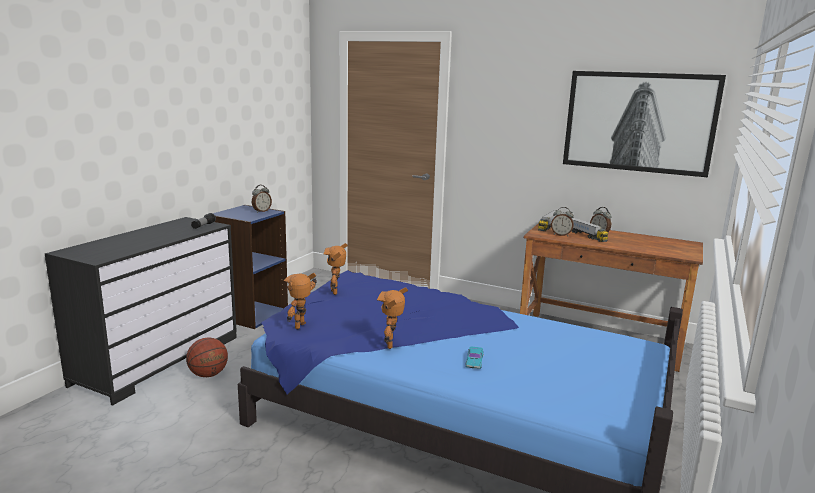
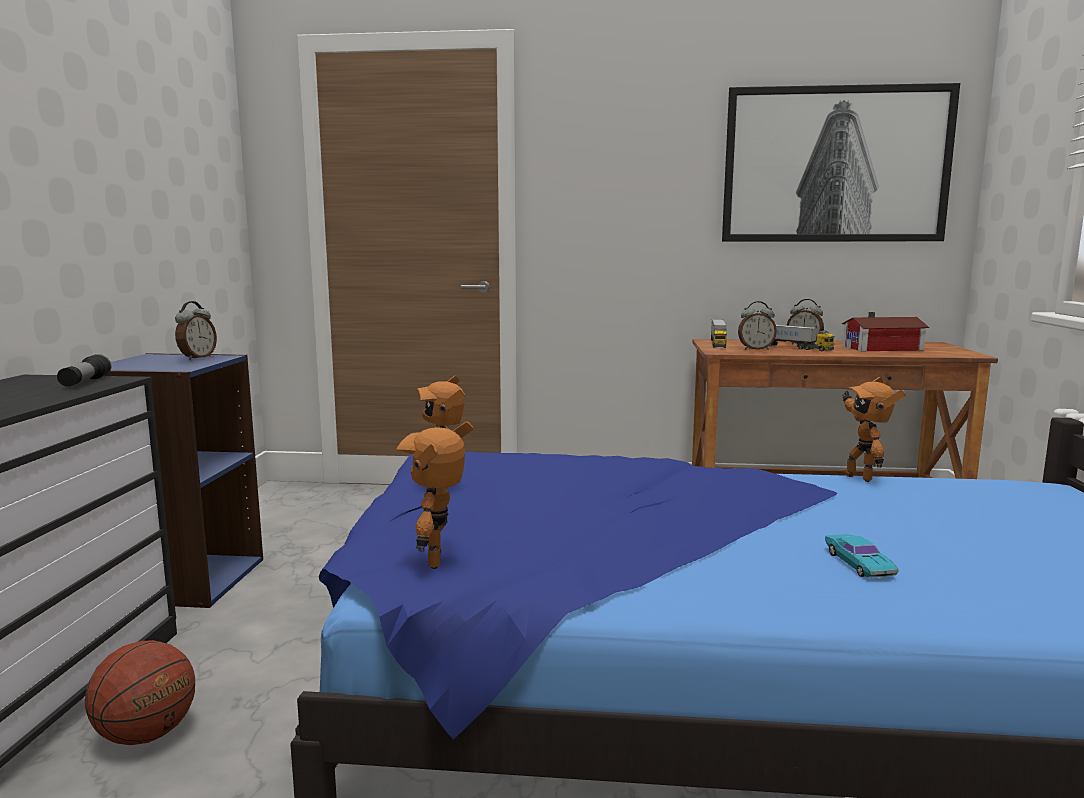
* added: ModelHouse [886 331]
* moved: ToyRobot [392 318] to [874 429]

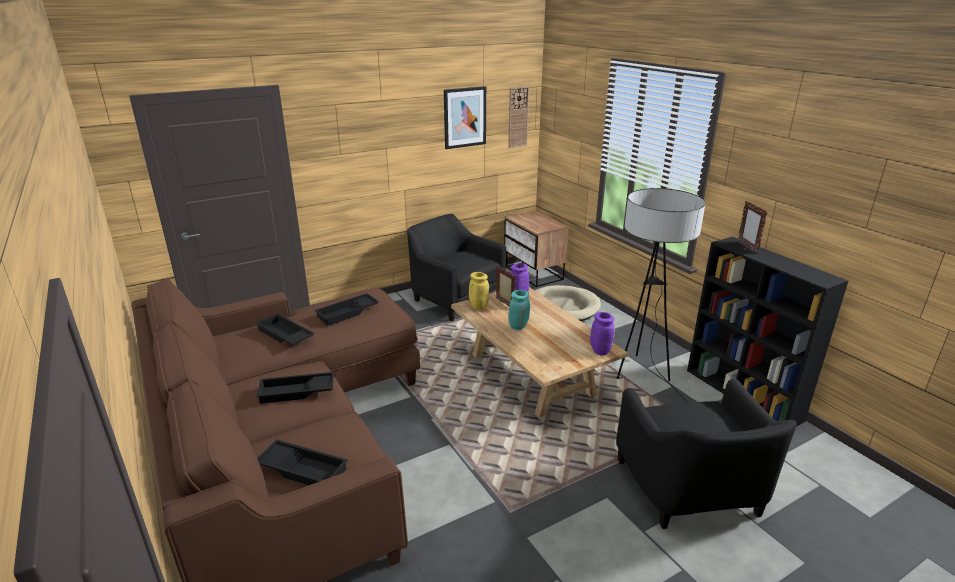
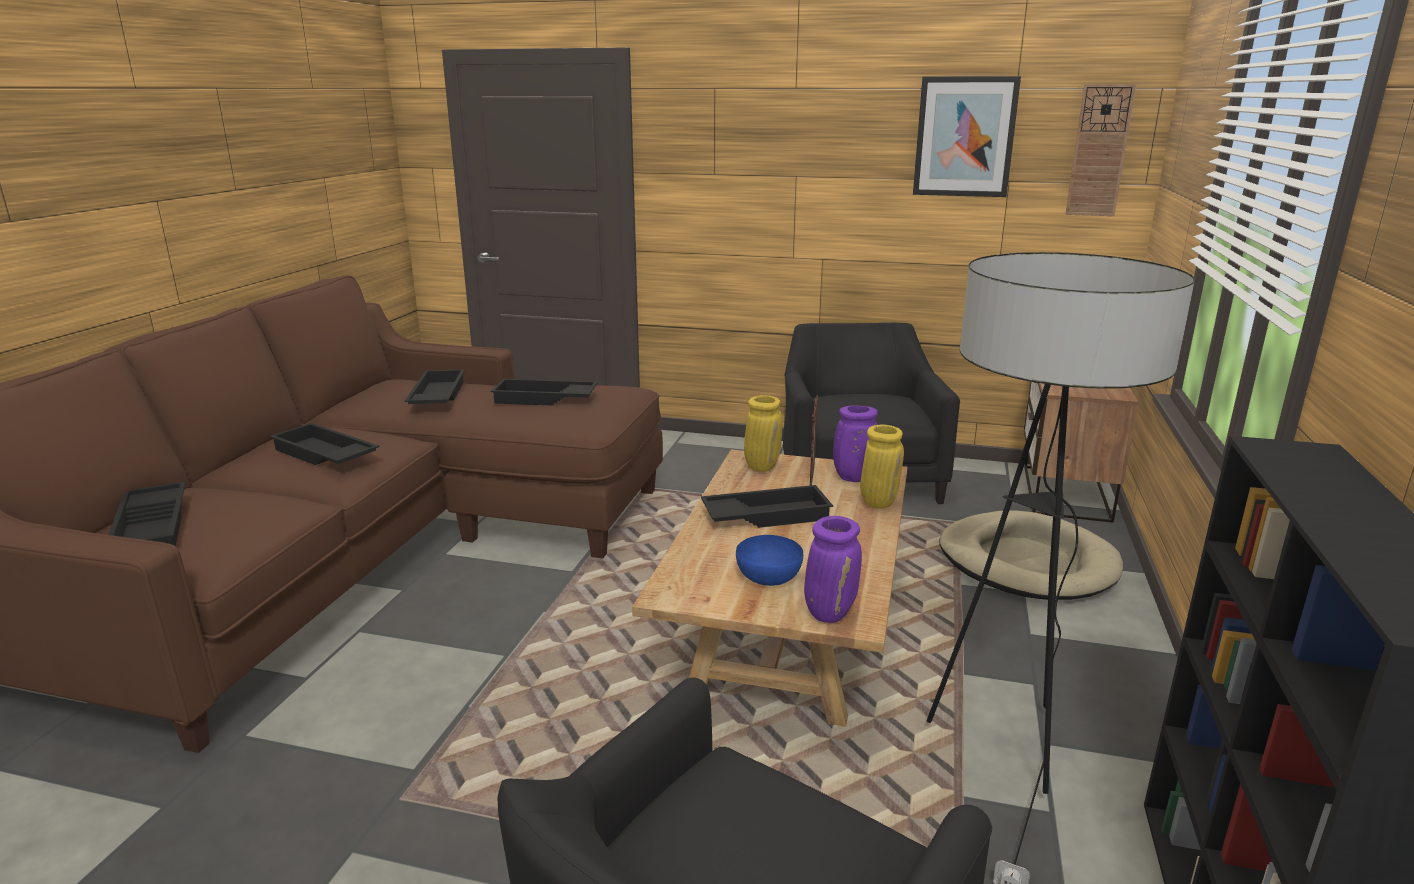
* removed: PictureFrame [752 227]
* added: BluishServingBowl [769 560]
* added: YellowColouredFlowerVase [882 467]
* replaced: TurquoiseColouredFlowerVase [519 310] to BlackColouredTray [767 506]

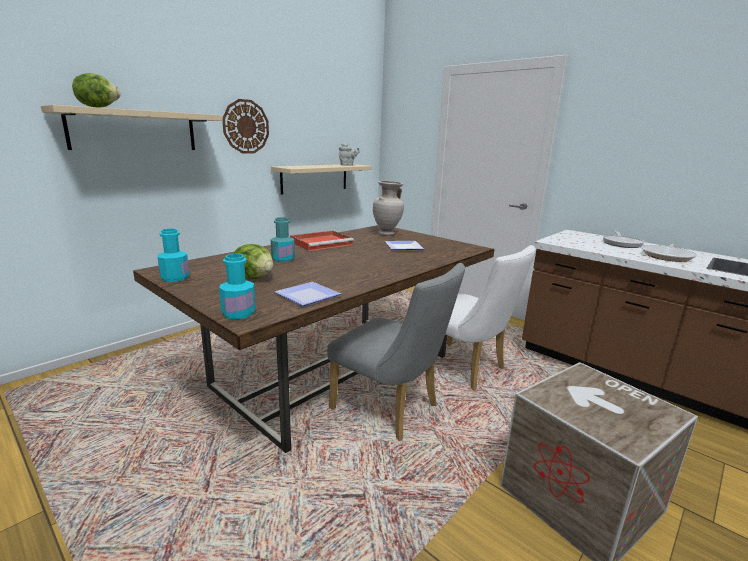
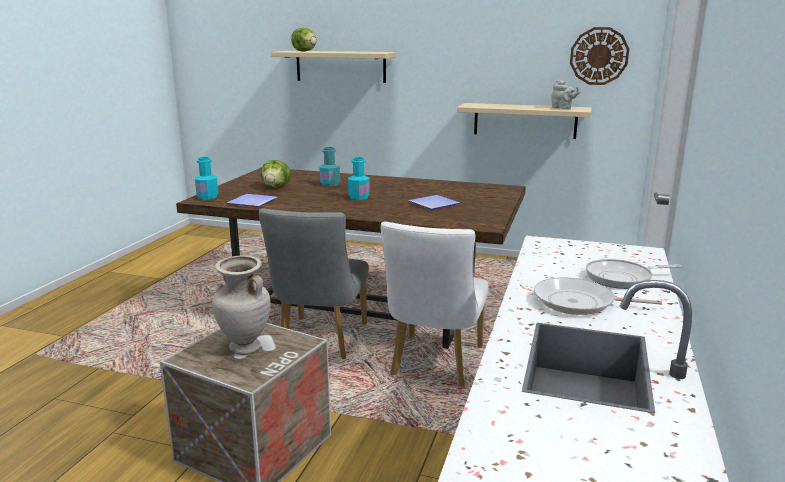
* removed: RedTray [322 241]
* moved: TurquoiseColouredDrinkBottle [173 255] to [359 178]
* moved: WallClock [246 126] to [599 56]
* moved: SandColouredFlowerVase [388 208] to [241 305]

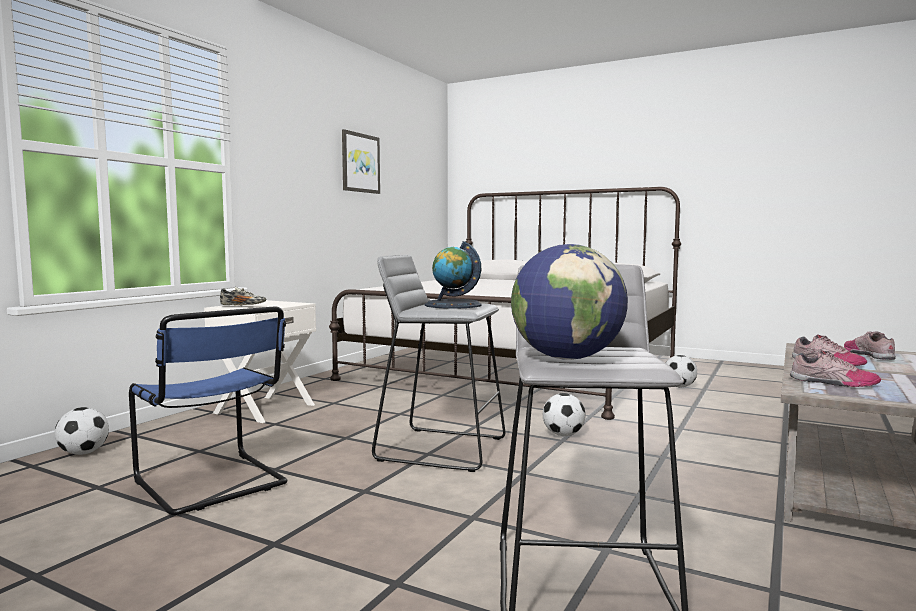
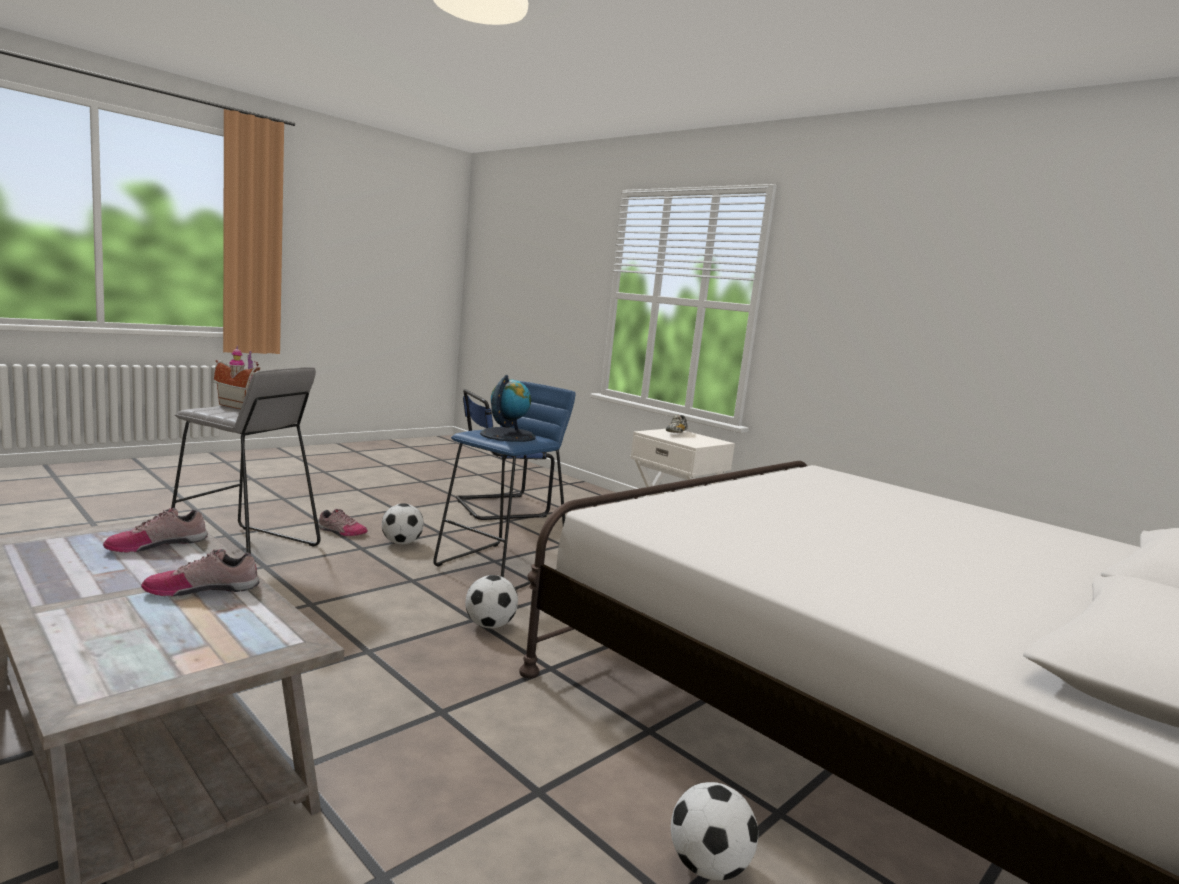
* removed: Picture [361 161]
* moved: Football [82 431] to [403 524]
* moved: ItemOfFootwear [870 345] to [343 522]
* replaced: WorldGlobe [569 302] to ModelHouse [236 377]
* recoloured: GreyishSittingStool [439 363] to BluishSittingStool [504 485]

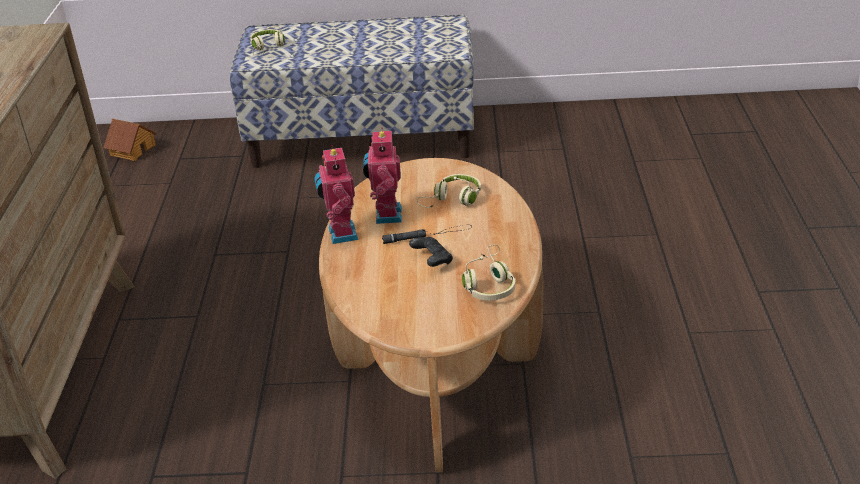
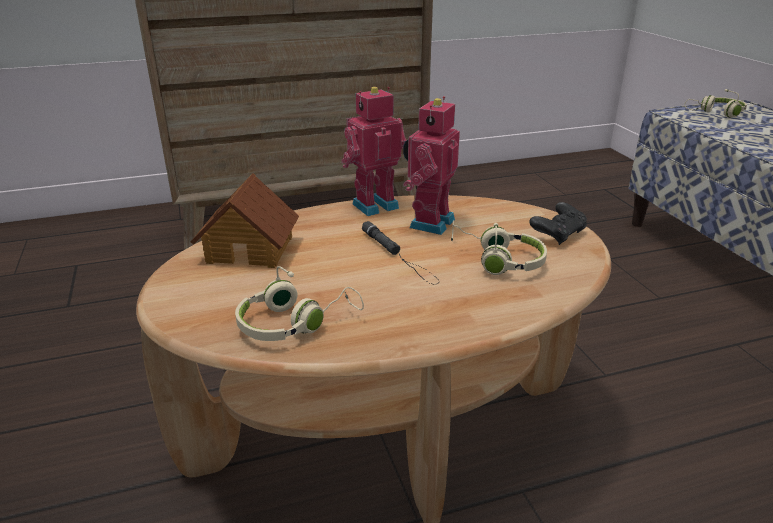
* moved: ModelHouse [130 140] to [245 220]
* moved: BlackColouredGameController [431 252] to [558 223]
* turned: ToyRobot [382 175] = [431 165] 45 degrees counterclockwise

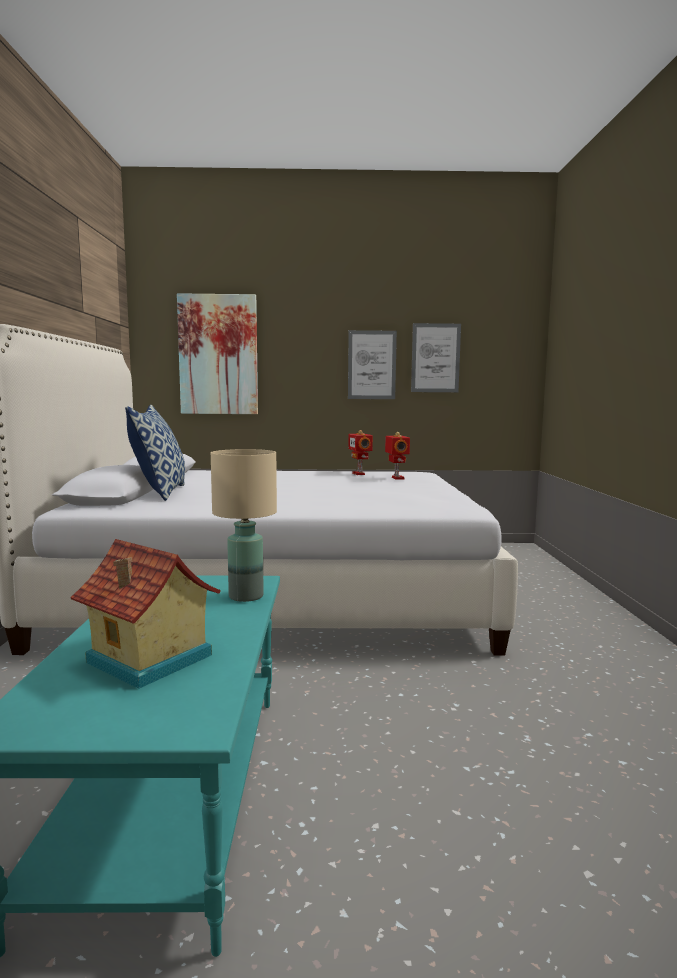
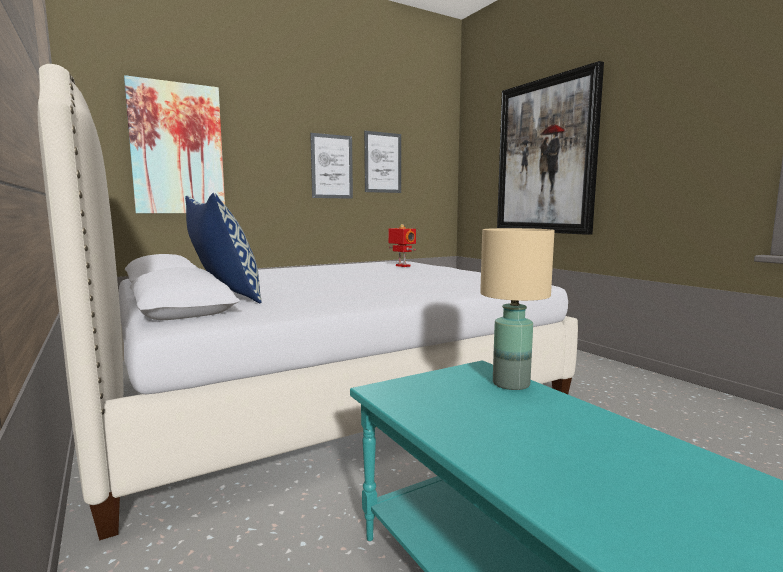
* removed: ModelHouse [145 614]
* removed: ToyRobot [360 452]
* added: Picture [550 148]

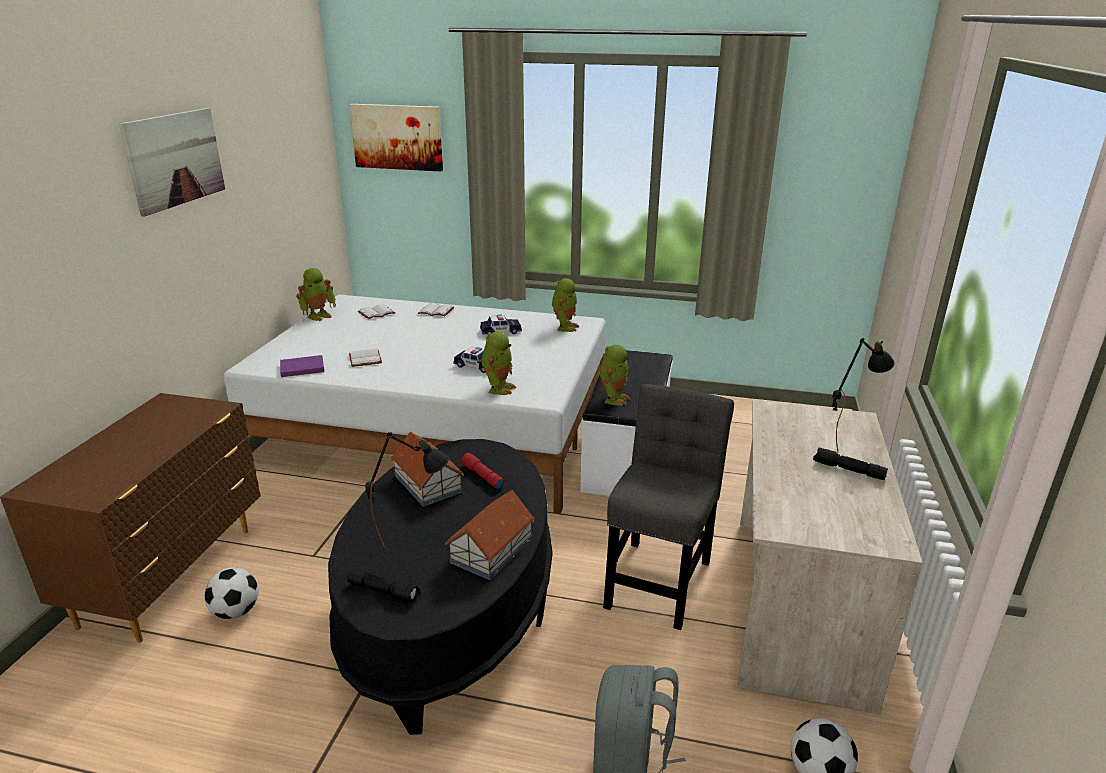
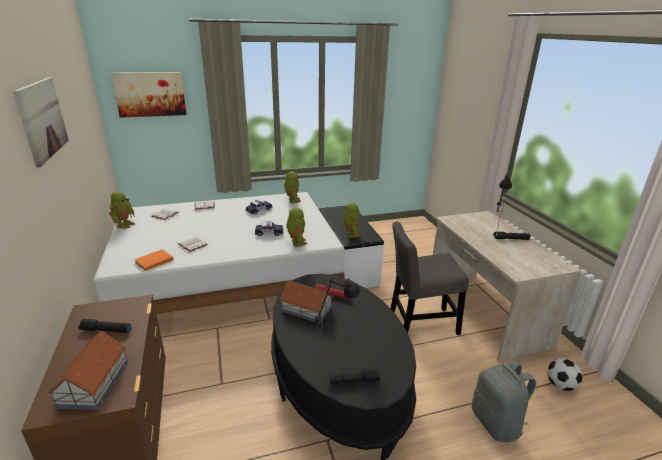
* removed: Football [231 593]
* added: BlackColouredFlashlight [104 326]
* moved: ModelHouse [490 535] to [87 370]
* recoloured: PurpleBoundBook [302 366] to OrangeyBoundBook [154 260]
* turned: GreyishPlainChair [668 507] = [430 278] 90 degrees counterclockwise

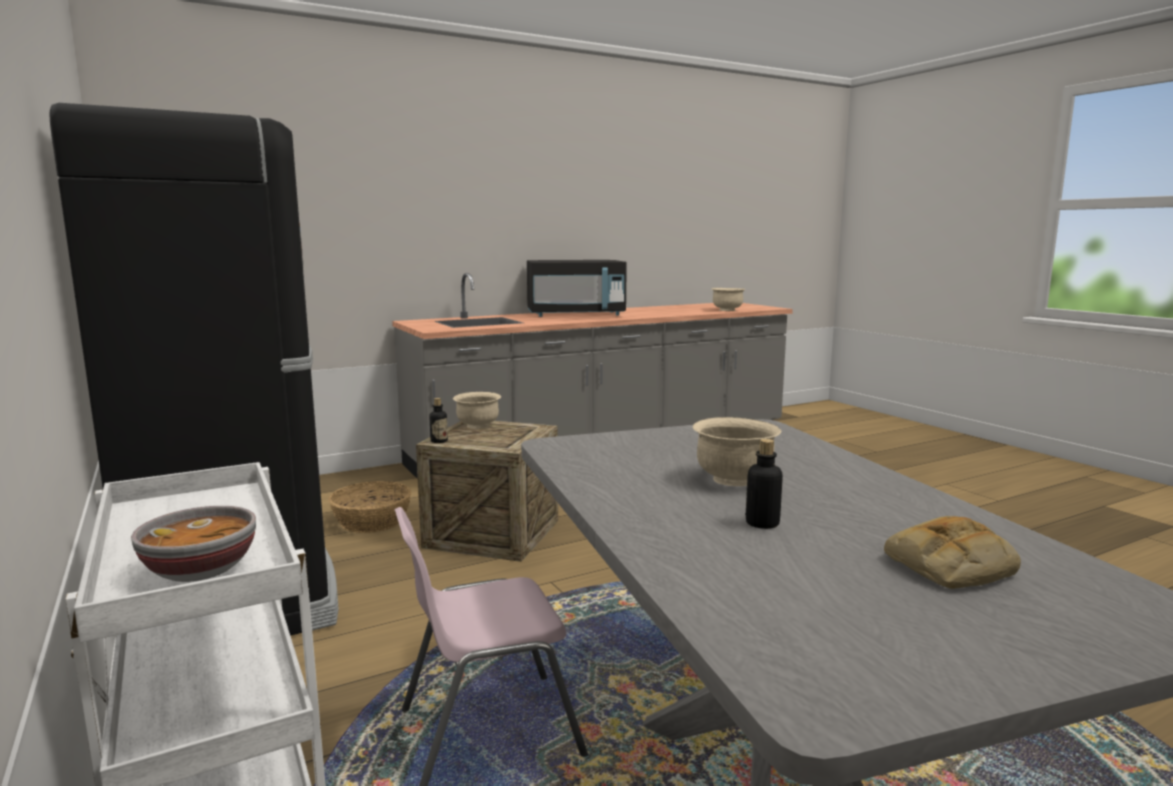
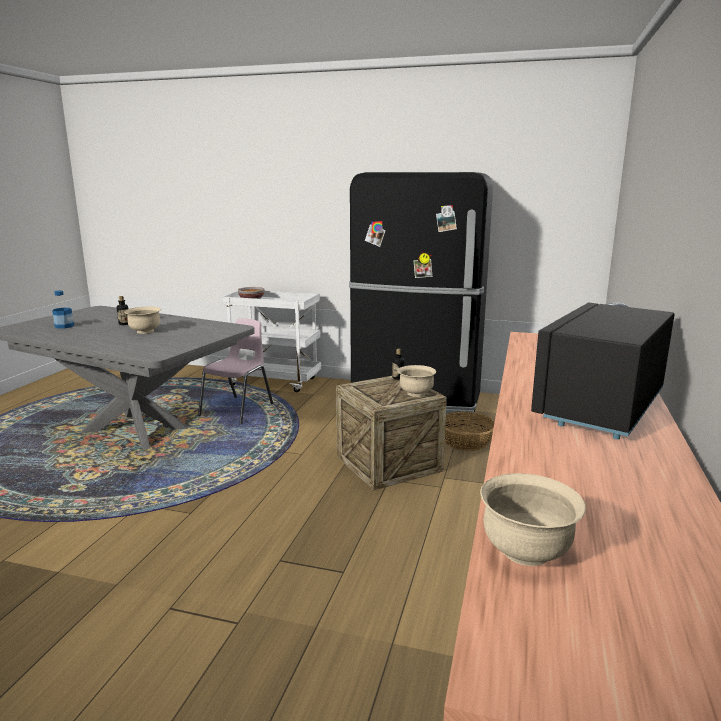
* replaced: BakeryBread [952 552] to DrinkBottle [63 309]

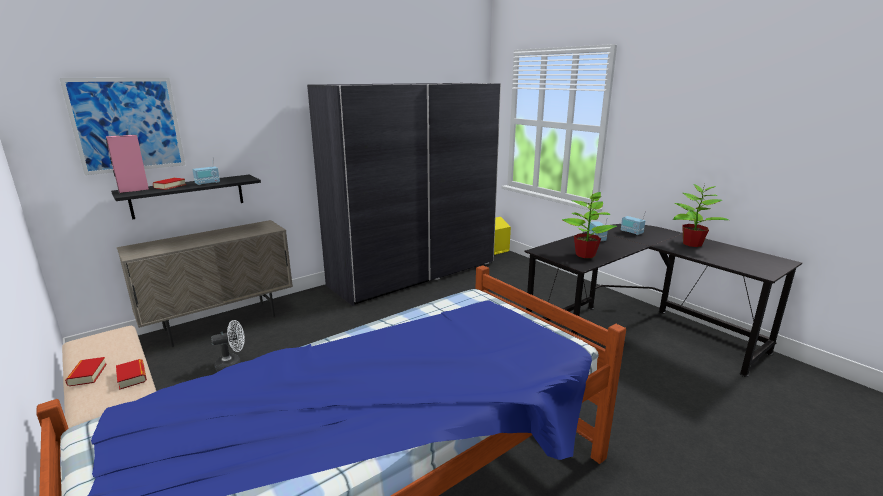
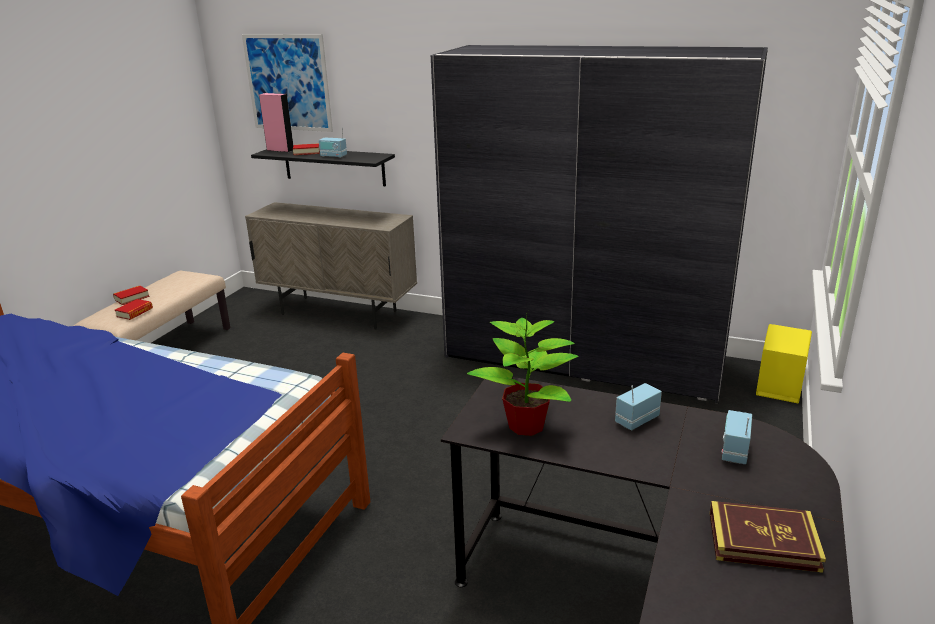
* removed: WhiteColouredElectricFan [228 346]
* replaced: Houseplant [701 215] to BoundBook [768 537]

